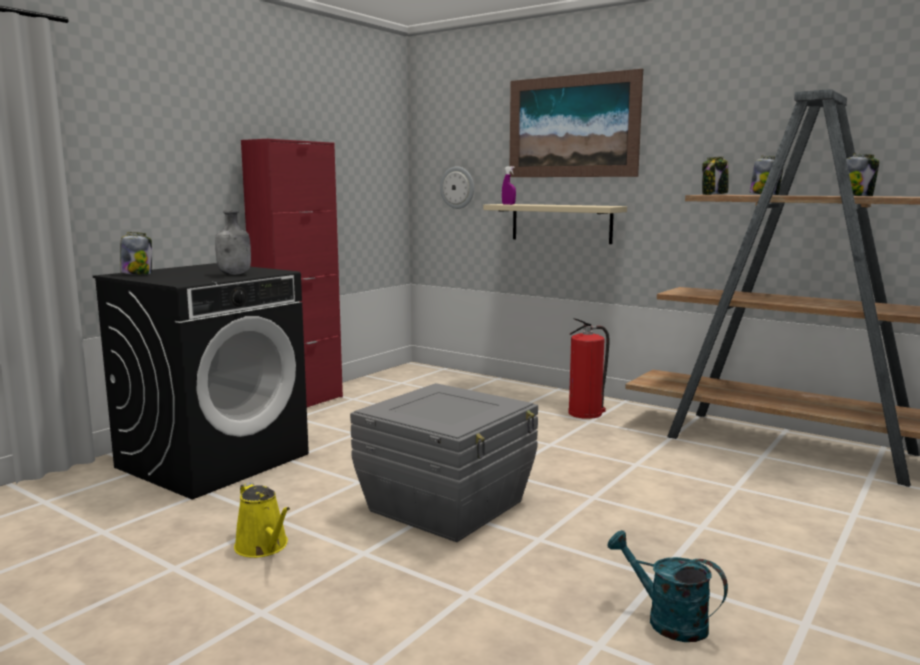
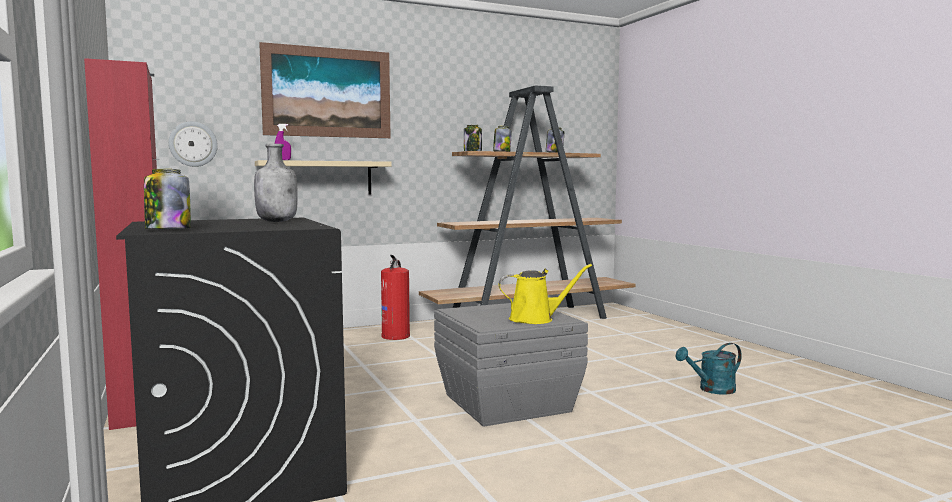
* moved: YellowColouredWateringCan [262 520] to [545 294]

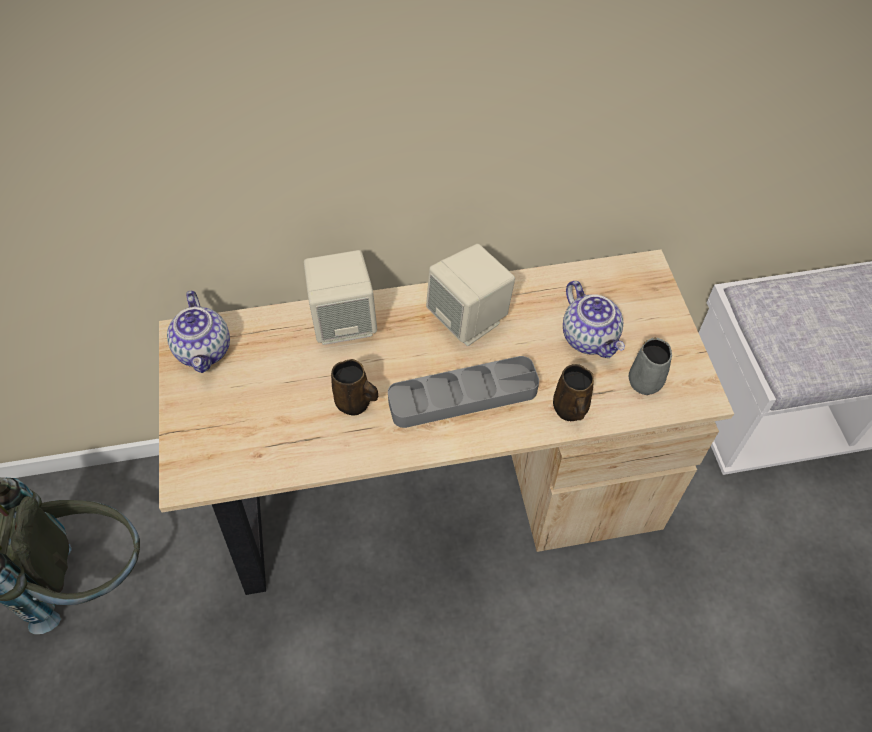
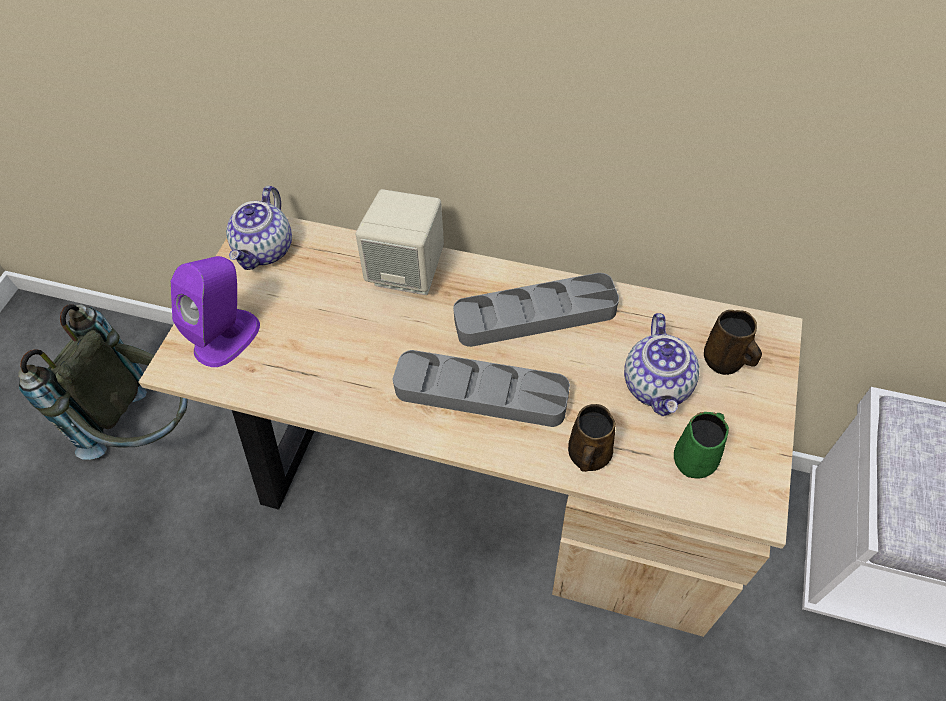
* added: PurpleLoudspeaker [215 311]
* moved: BrownishTeaMug [354 387] to [733 342]
* replaced: SandColouredLoudspeaker [470 295] to GreyishTray [536 310]
* recoloured: GreyishTeaMug [650 366] to GreenishTeaMug [701 445]

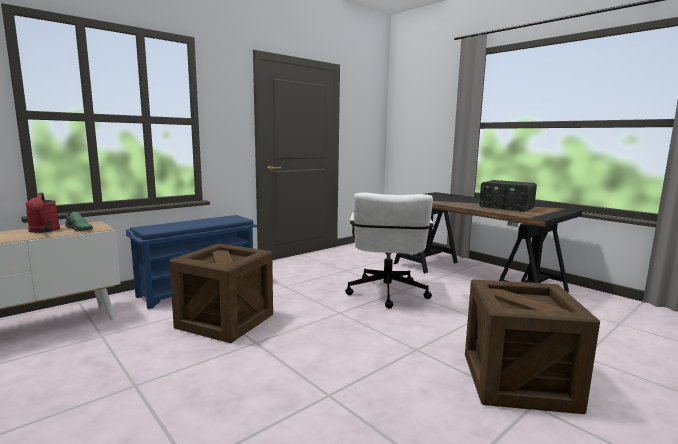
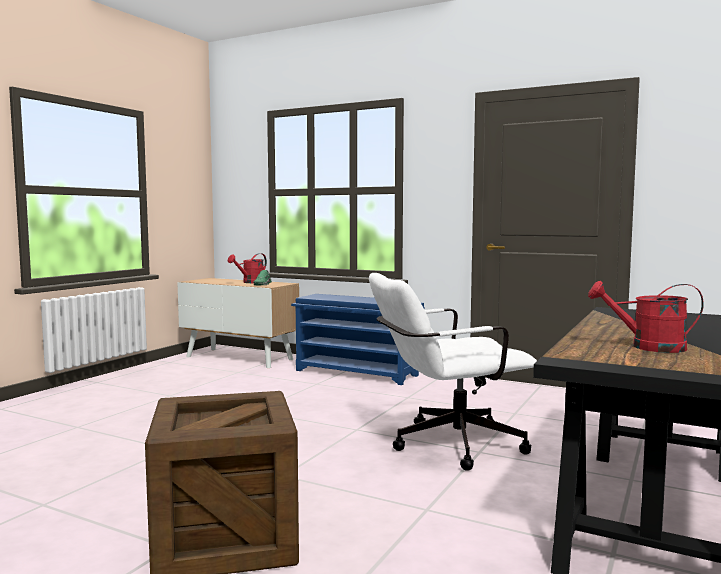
* removed: Crate [221 293]
* replaced: RadioSet [508 196] to RedWateringCan [646 317]

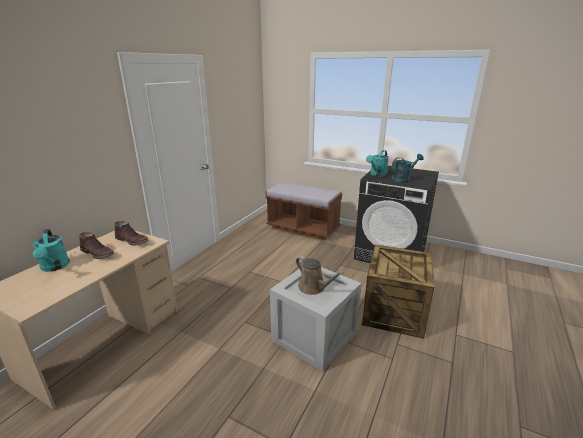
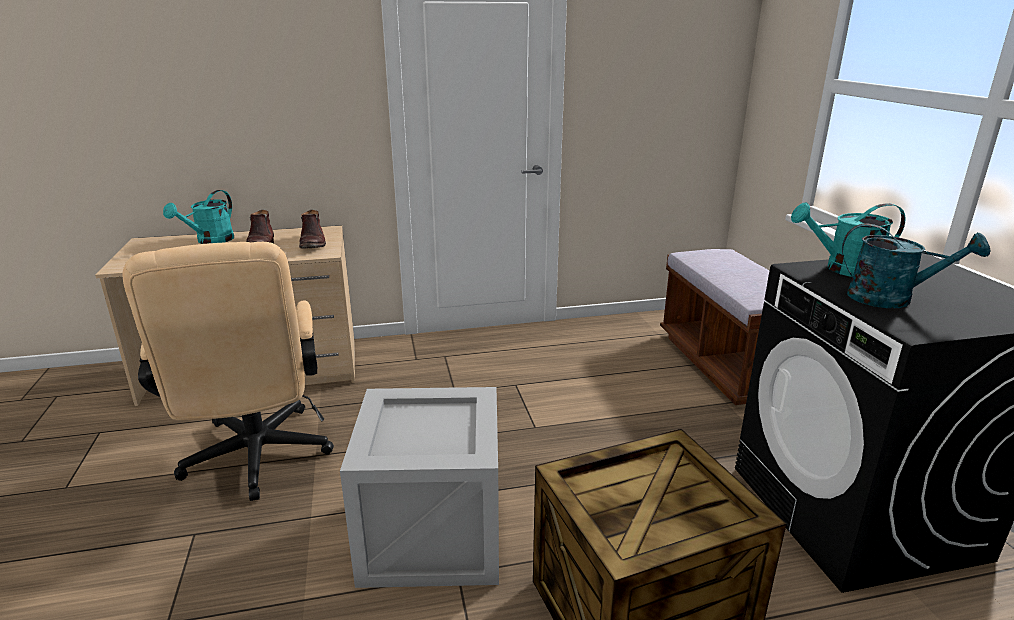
* removed: BrownishWateringCan [320 275]
* added: SandColouredComputerChair [228 371]

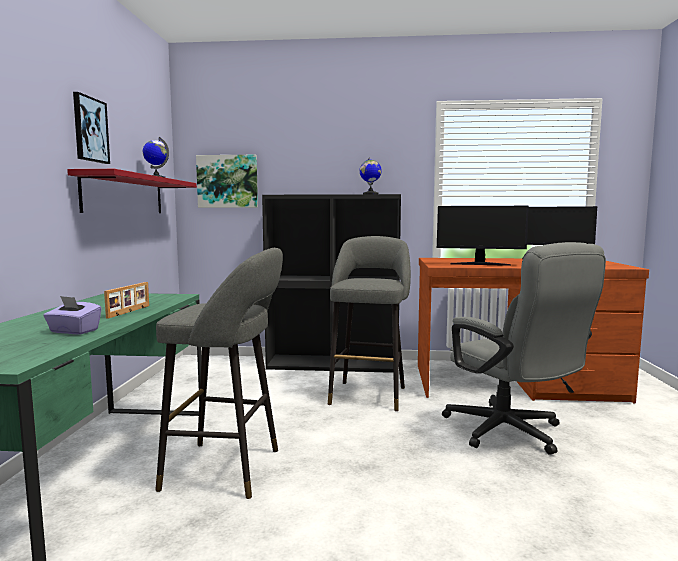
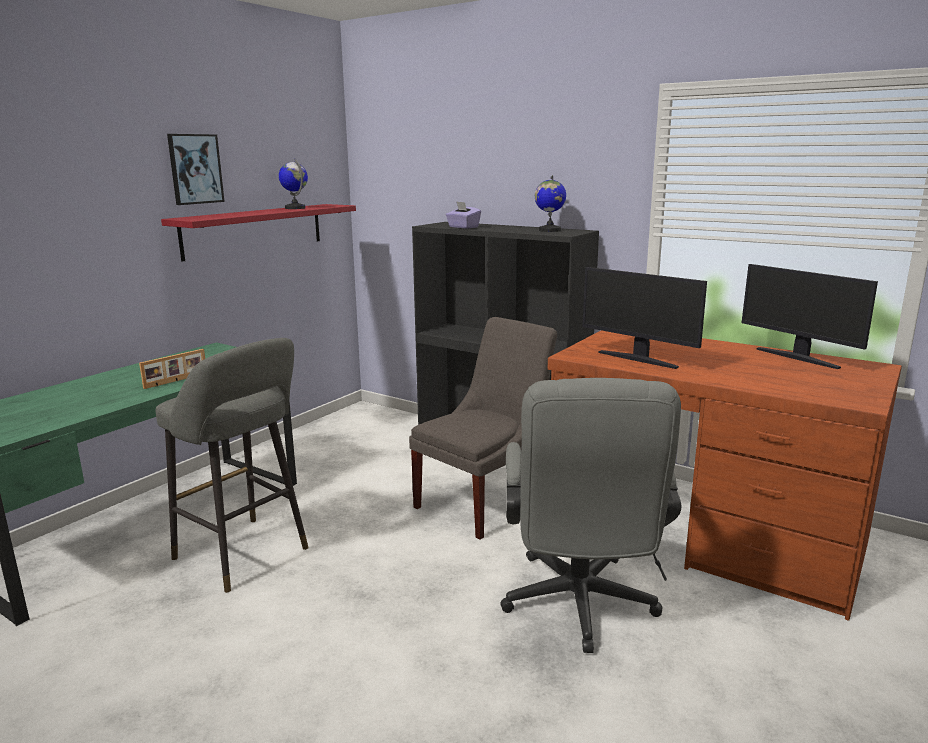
* removed: Picture [227 181]
* moved: PurpleTissueBox [72 315] to [463 215]
* replaced: GreyishSittingStool [369 323] to GreyishPlainChair [483 428]

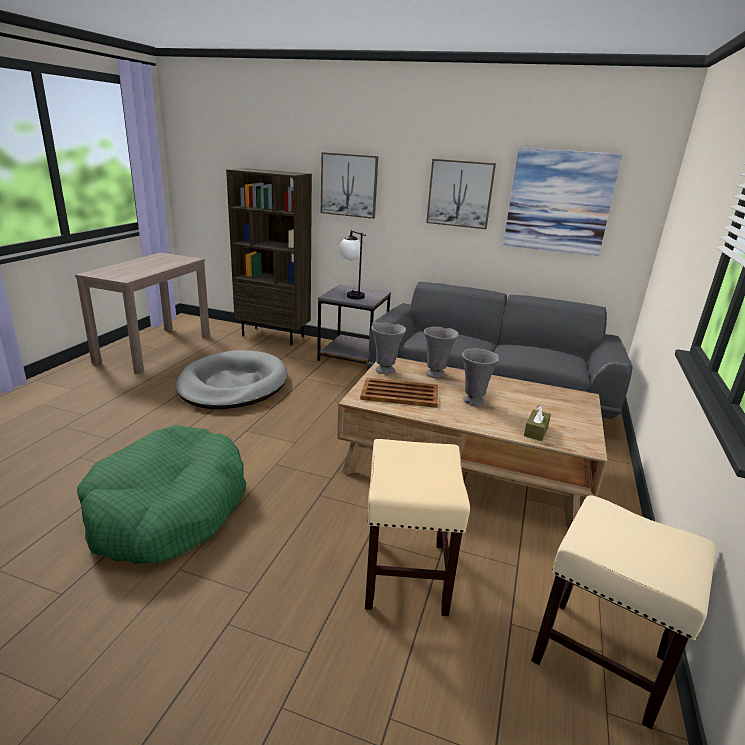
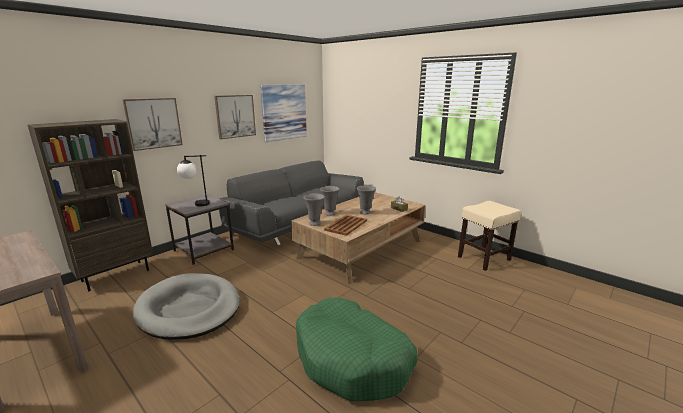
* removed: SandColouredSittingStool [417 527]

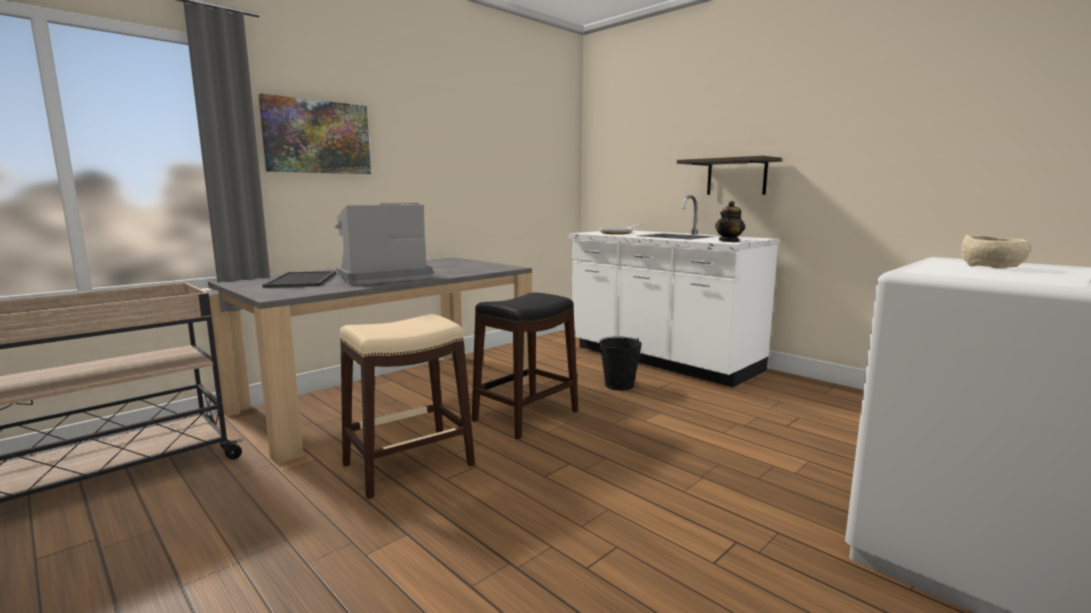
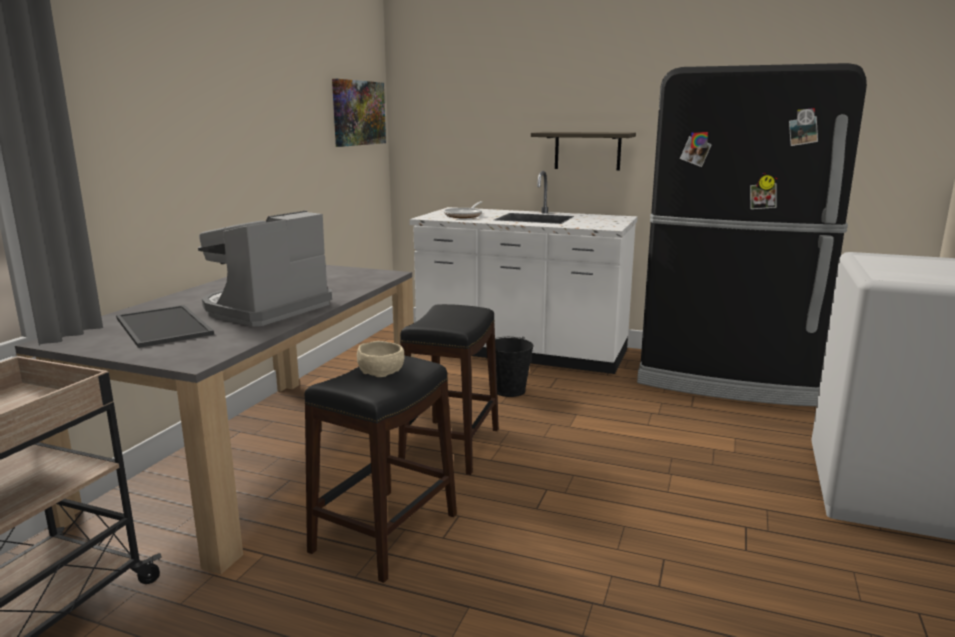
* removed: Teapot [730 221]
* added: BlackColouredFridge [752 234]
* moved: Picture [314 133] to [359 113]
* moved: SandColouredServingBowl [995 252] to [381 359]
* recoloured: SandColouredSittingStool [407 406] to BlackColouredSittingStool [381 469]

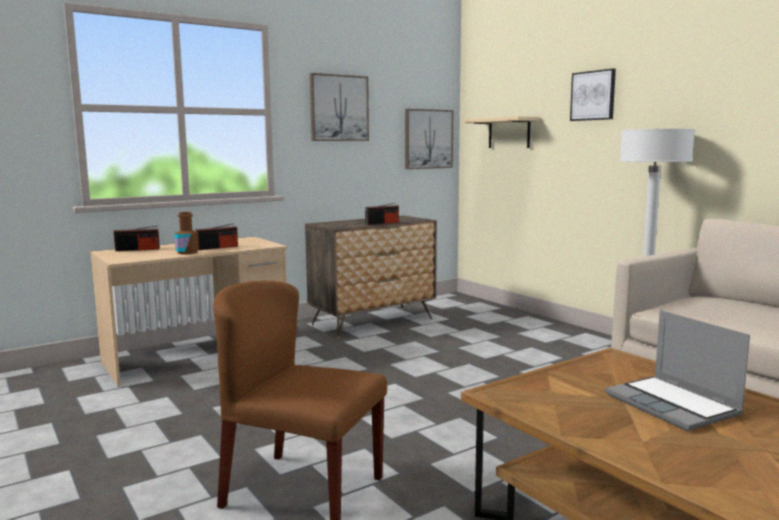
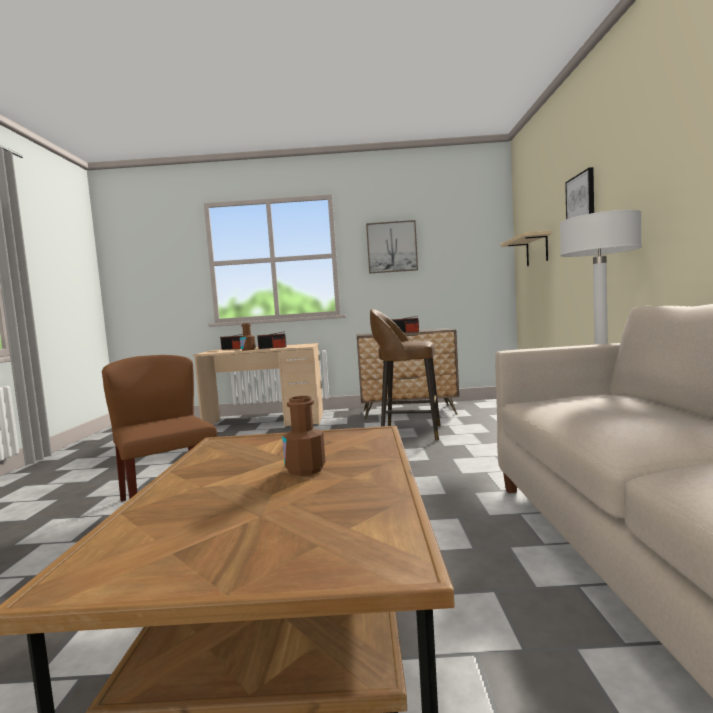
* removed: Picture [429 139]
* added: BrownishSittingStool [405 375]
* replaced: PortableComputer [677 370] to BrownishDrinkBottle [303 436]

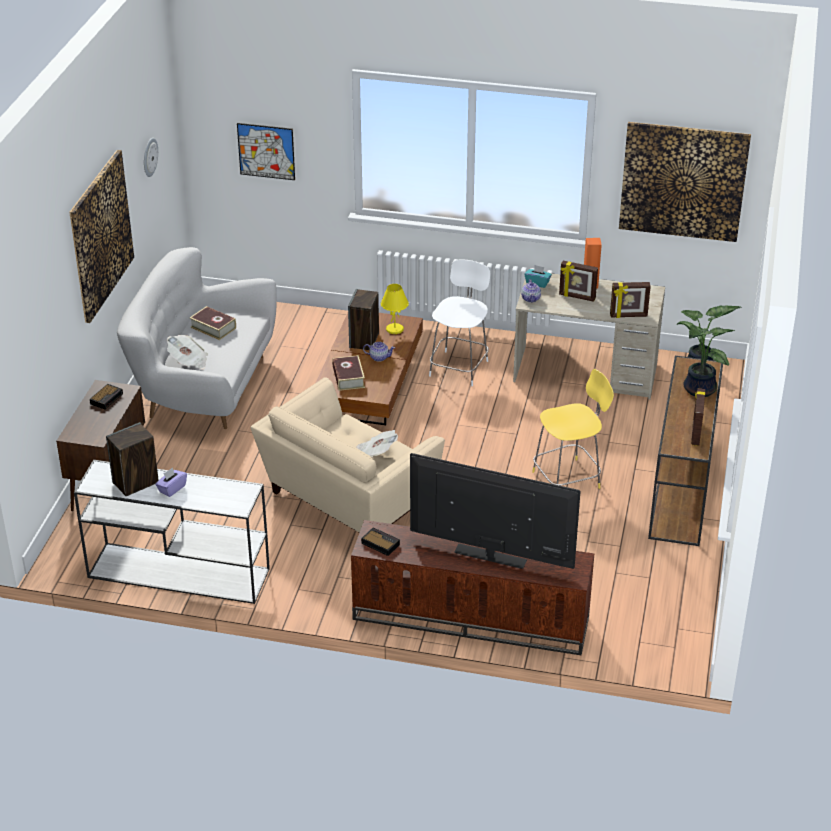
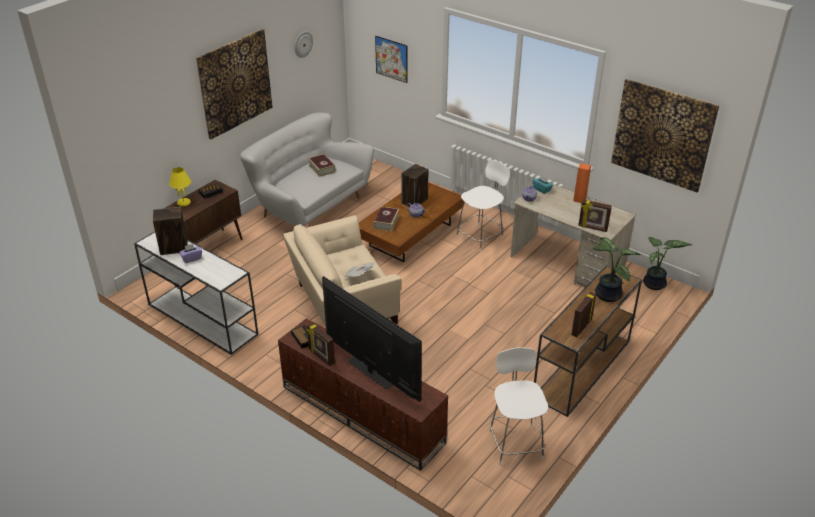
* removed: DailyPaper [187 352]
* removed: YellowColouredSittingStool [573 429]
* added: WhiteColouredSittingStool [518 406]
* moved: YellowColouredTabletopLamp [395 309] to [180 186]
* moved: PictureFrame [578 281] to [320 344]

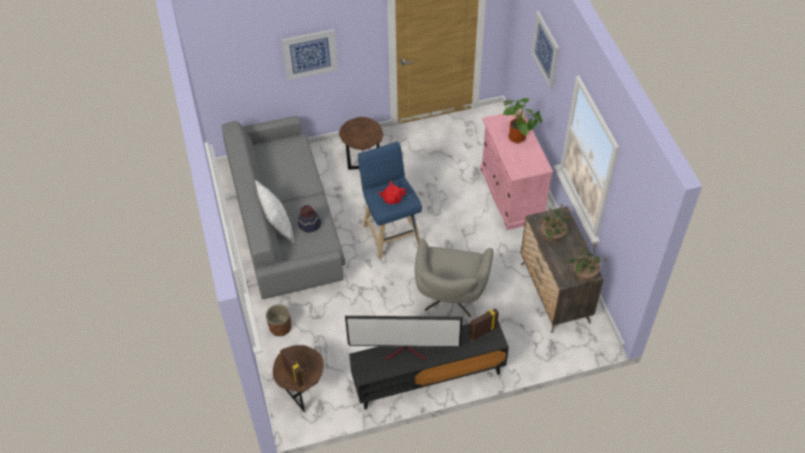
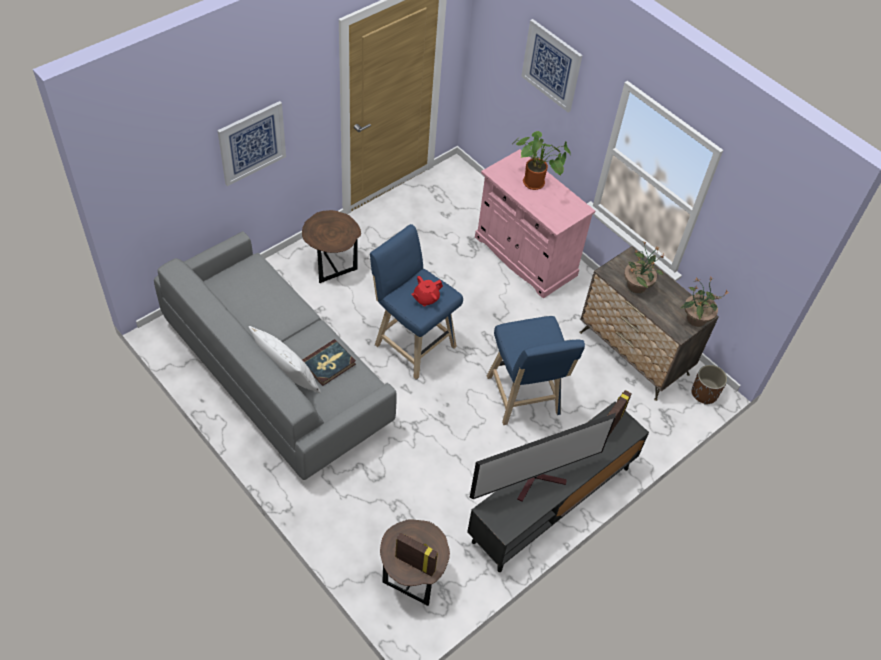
* moved: BrownishFlowerPot [278 320] to [709 385]
* replaced: Hat [309 218] to BoundBook [329 362]
* replaced: GreyishLoungeChair [454 278] to BluishSittingStool [536 370]

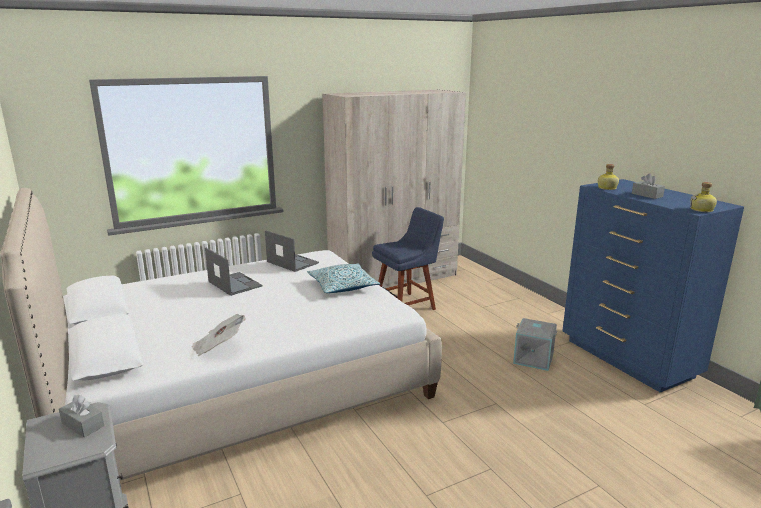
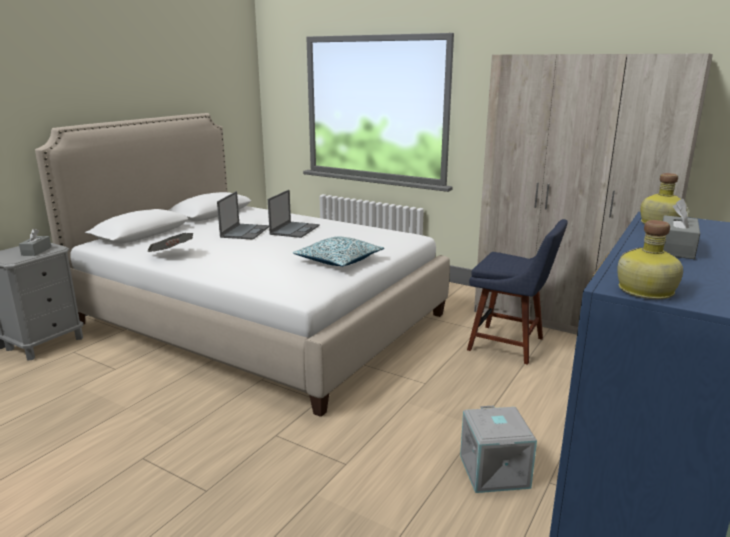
* moved: PortableComputer [292 251] to [243 215]

